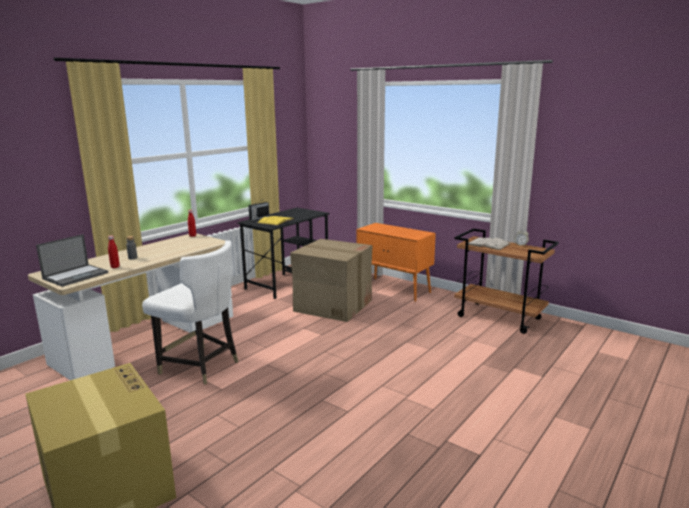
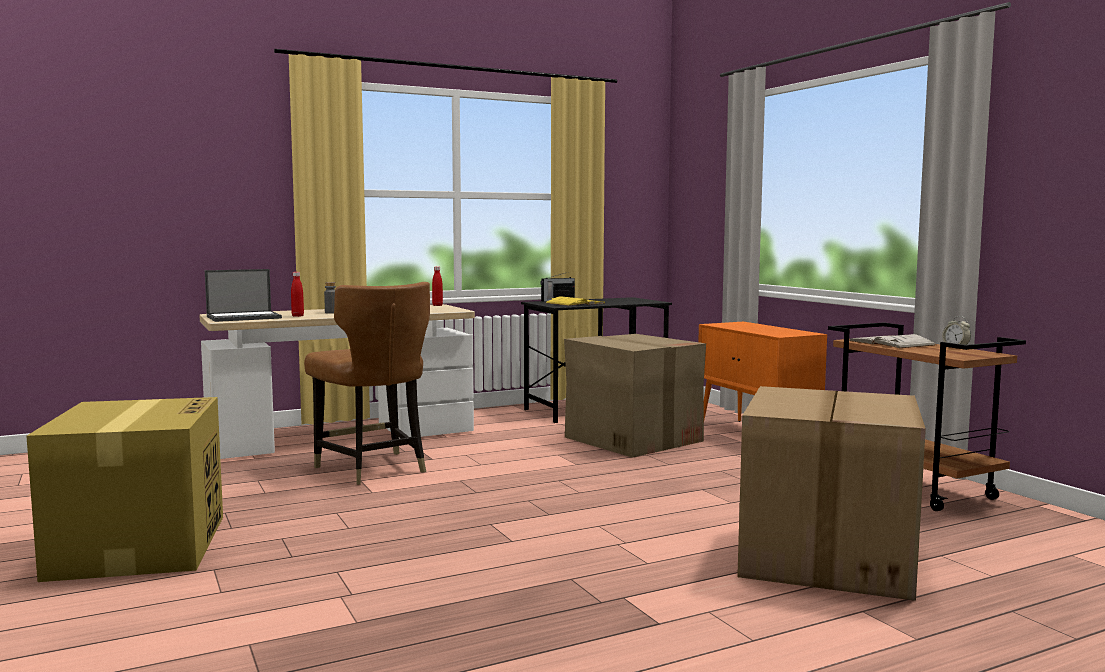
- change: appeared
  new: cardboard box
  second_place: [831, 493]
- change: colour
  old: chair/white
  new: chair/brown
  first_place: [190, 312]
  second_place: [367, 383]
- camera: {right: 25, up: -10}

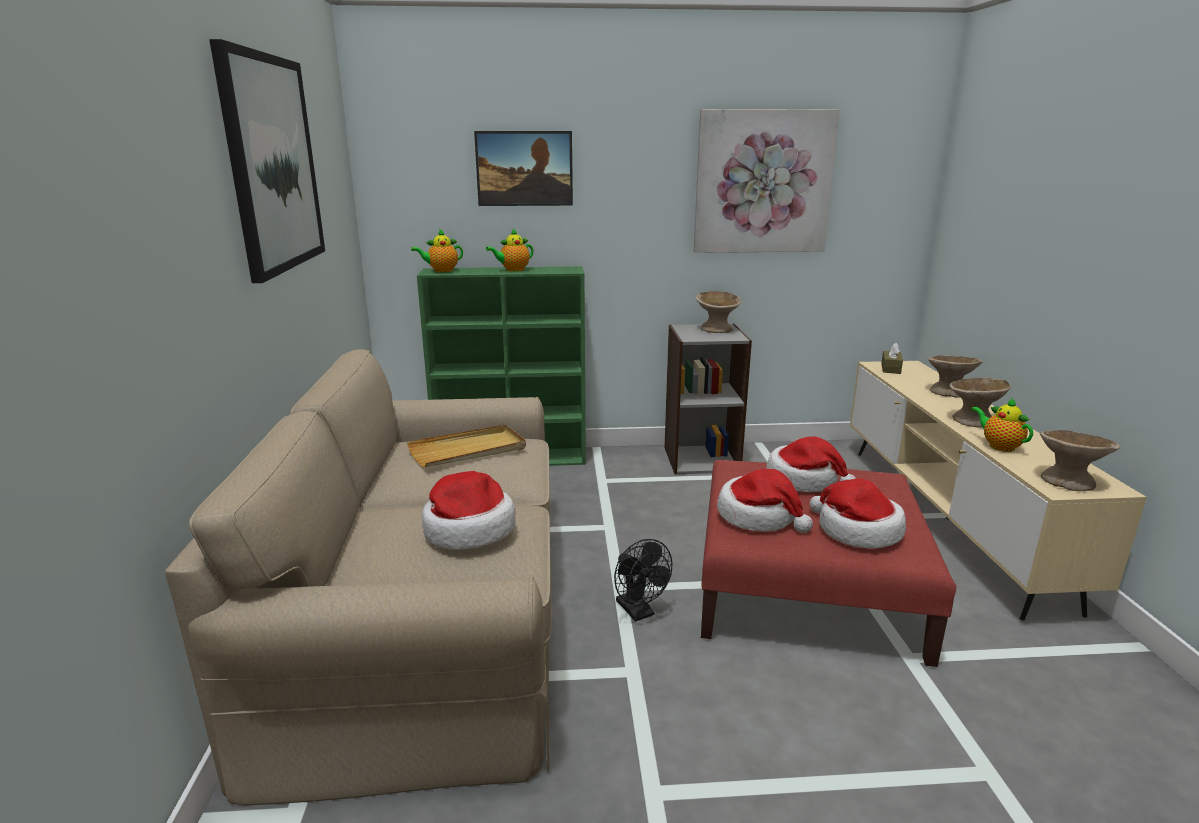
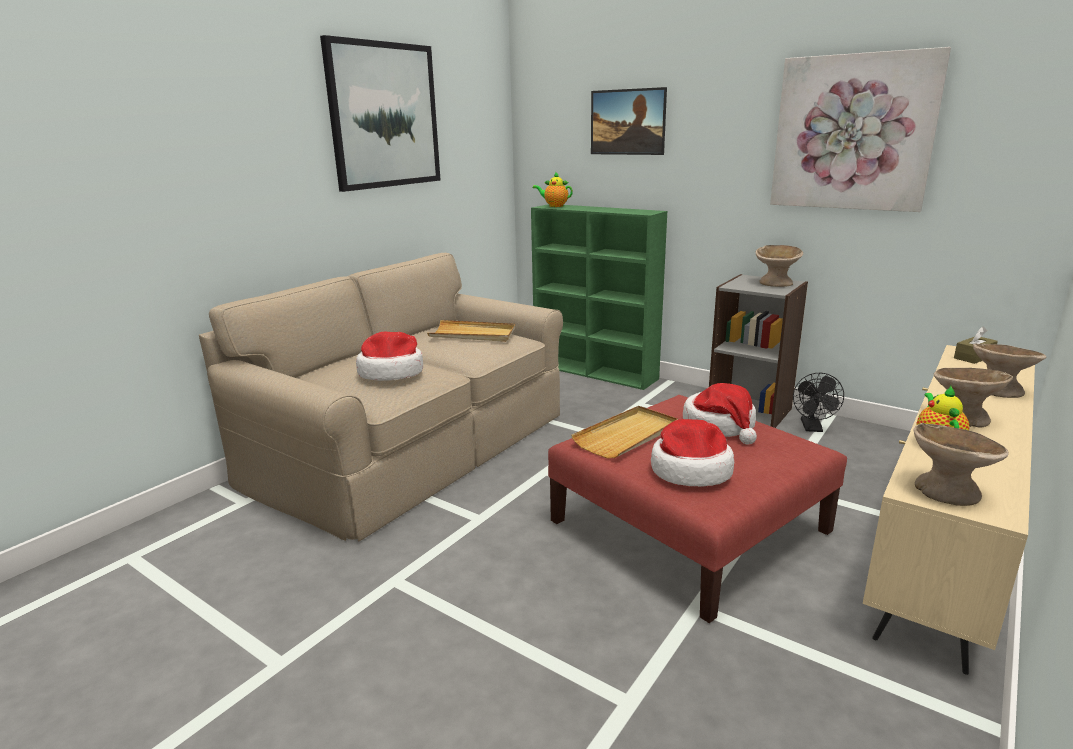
- change: missing
  old: teapot
  first_place: [509, 250]
- change: relocated
  old: fan/black
  first_place: [643, 580]
  second_place: [818, 402]
- change: exchanged
  old: hat
  new: tray/beige
  first_place: [765, 501]
  second_place: [624, 432]
- camera: {right: 40, up: 0}

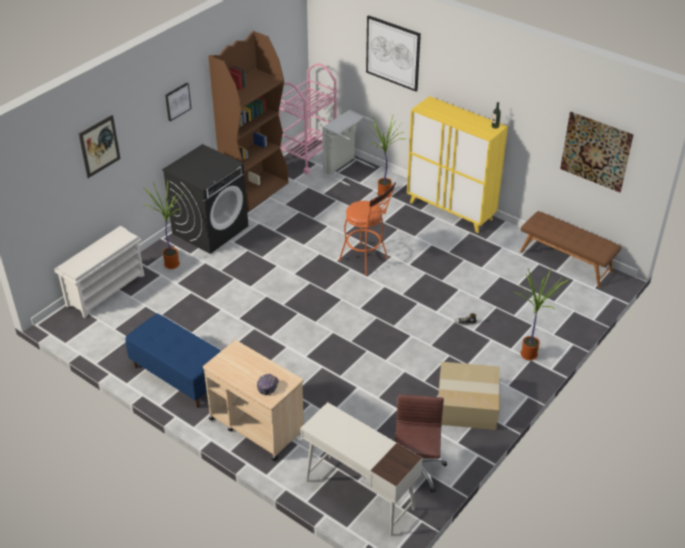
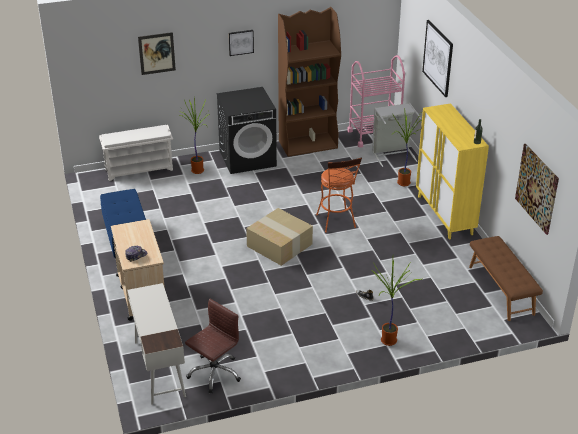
- change: relocated
  old: cardboard box
  first_place: [469, 396]
  second_place: [279, 237]
- camera: {right: 35, up: -5}

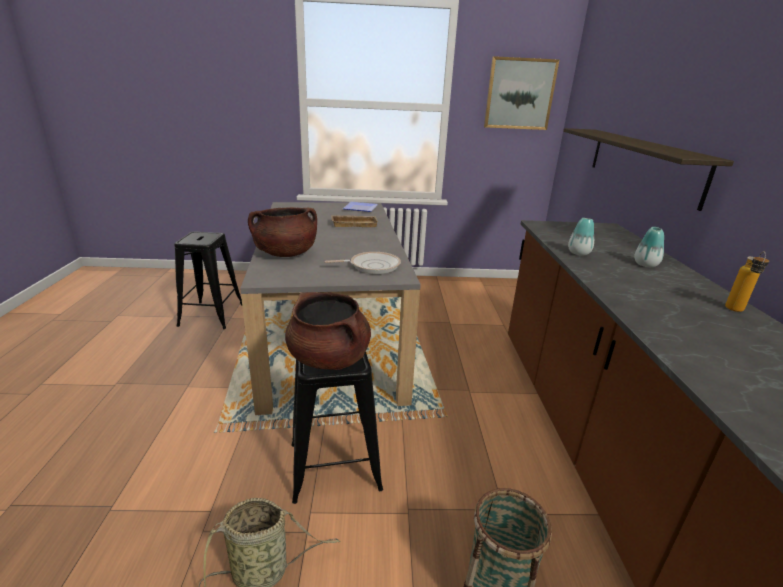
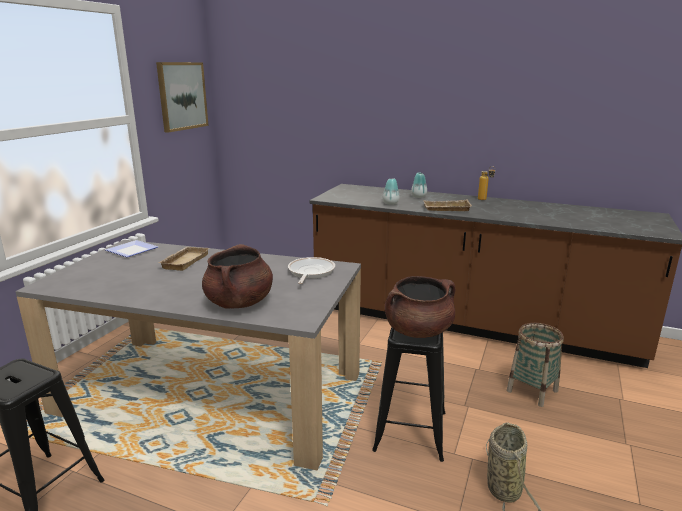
- change: missing
  old: shelf
  first_place: [648, 169]
- change: appeared
  new: tray/beige
  second_place: [447, 205]
- camera: {right: -65, up: -5}

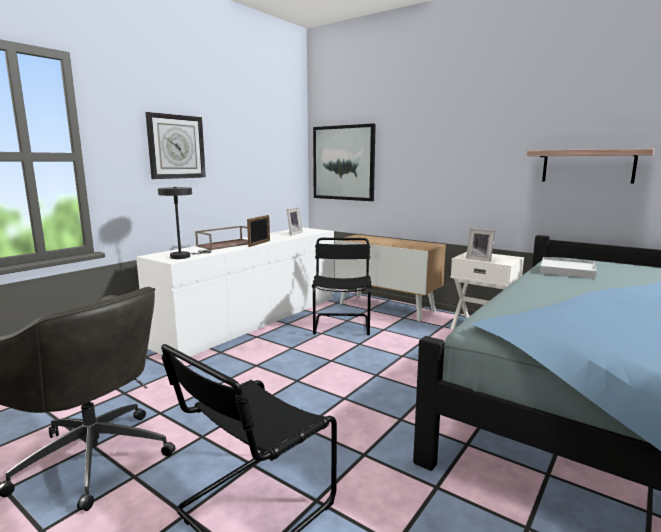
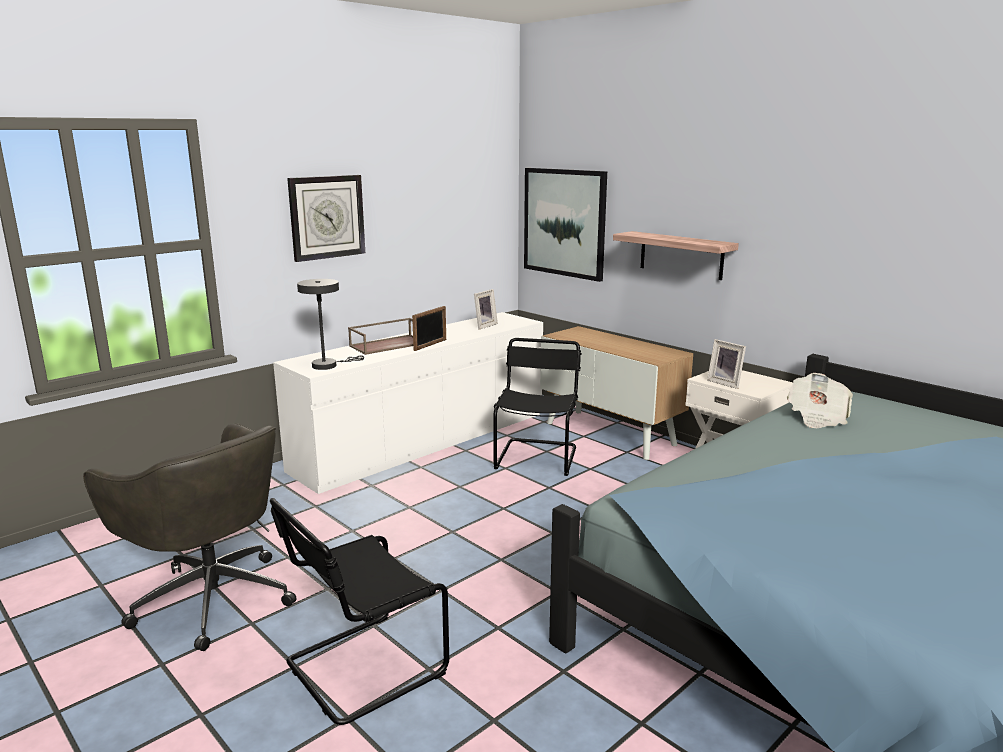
- change: relocated
  old: shelf
  first_place: [590, 166]
  second_place: [676, 255]
- change: exchanged
  old: tray/white
  new: newspaper
  first_place: [568, 268]
  second_place: [820, 400]
- camera: {right: 10, up: 5}

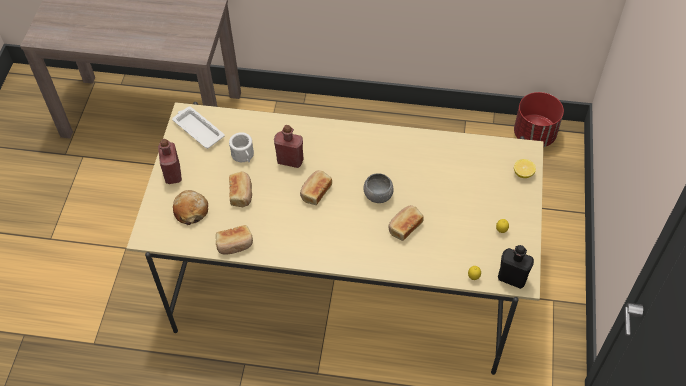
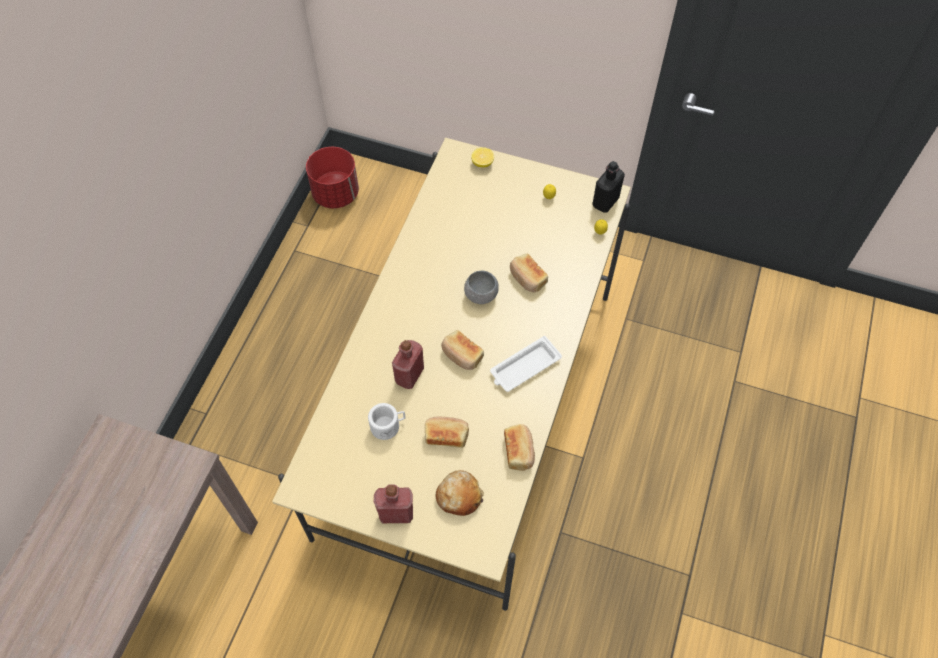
- change: relocated
  old: tray/white
  first_place: [198, 127]
  second_place: [526, 364]
- camera: {right: -80, up: 5}

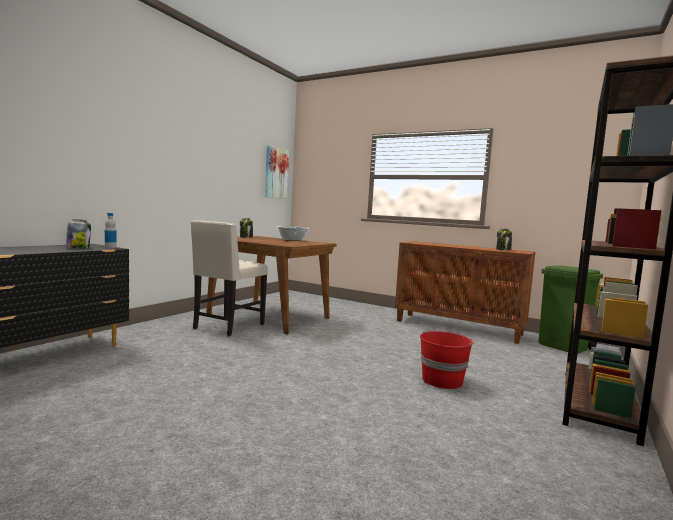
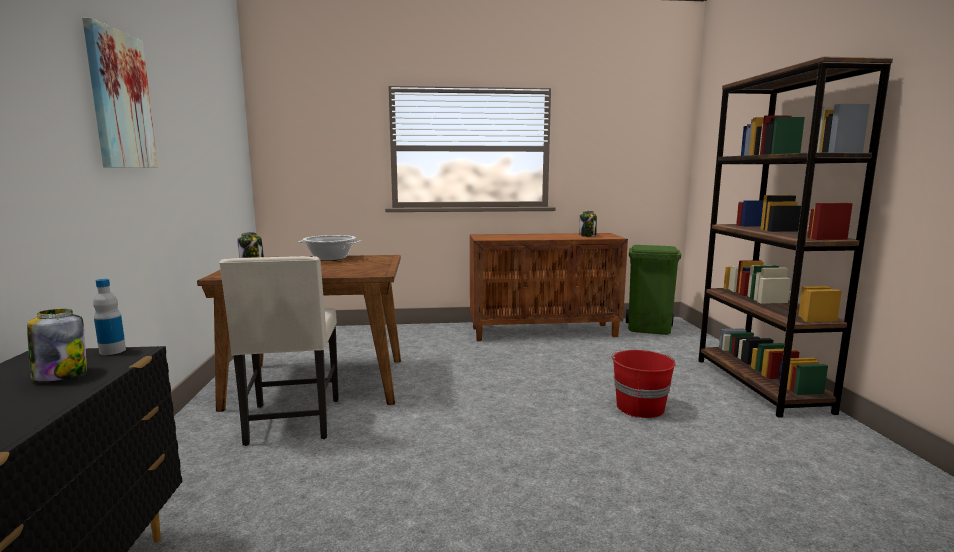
- change: relocated
  old: picture
  first_place: [277, 172]
  second_place: [120, 93]
- camera: {right: -35, up: 5}

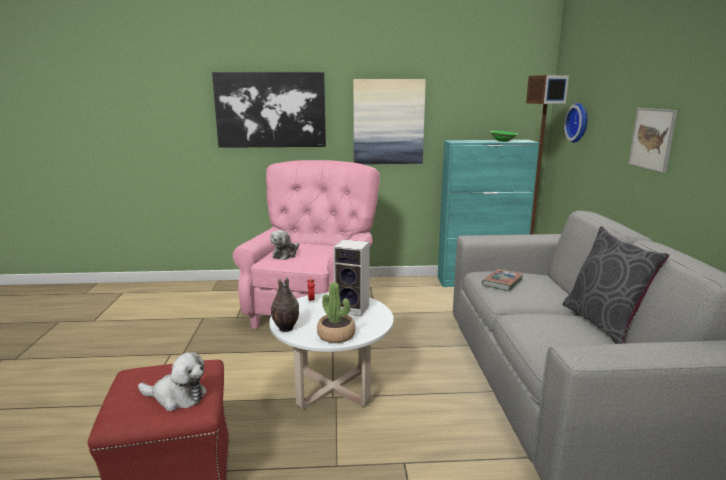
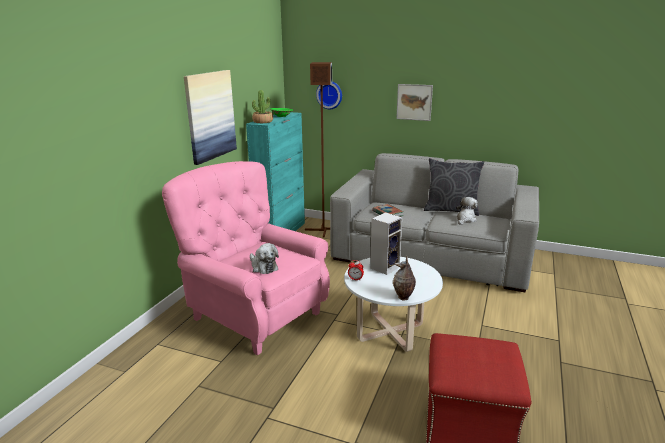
- change: missing
  old: picture
  first_place: [269, 110]
- change: relocated
  old: plush toy
  first_place: [172, 381]
  second_place: [467, 211]
- change: relocated
  old: potted plant
  first_place: [336, 312]
  second_place: [262, 106]
- camera: {right: -65, up: 5}

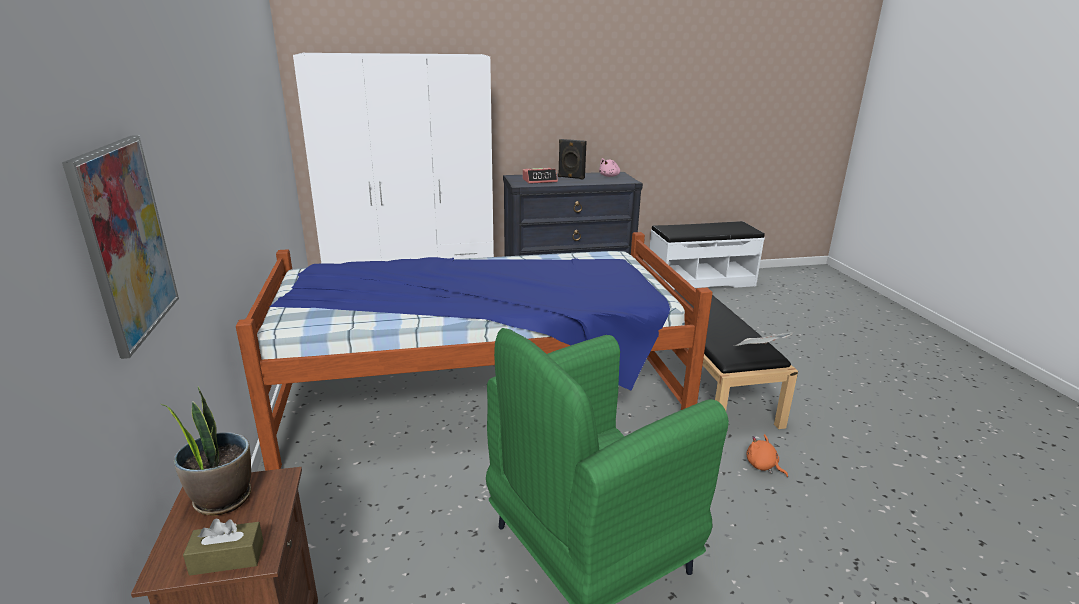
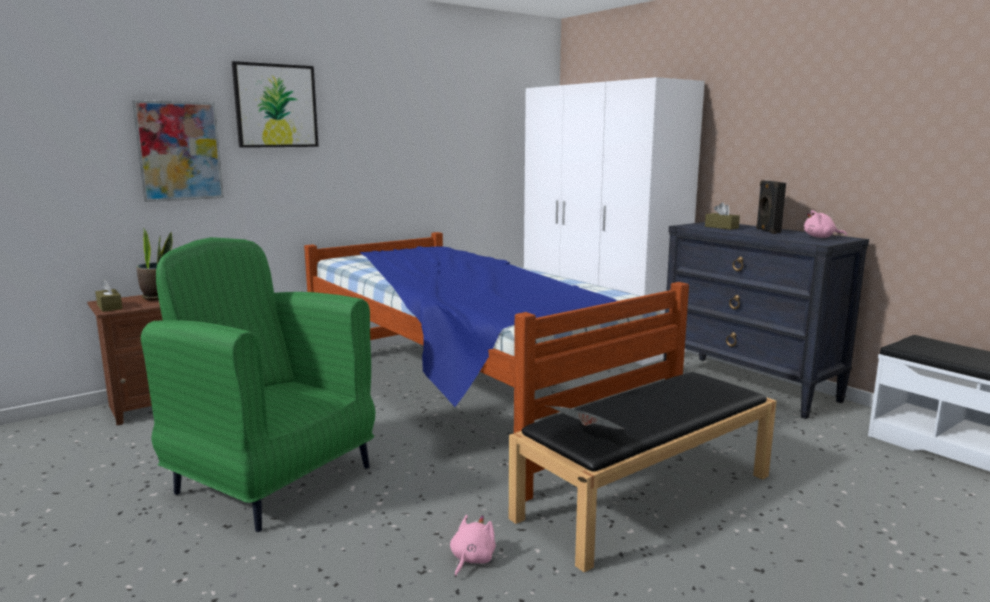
- change: appeared
  new: picture
  second_place: [275, 104]
- change: exchanged
  old: alarm clock
  new: tissue box/brown
  first_place: [540, 176]
  second_place: [722, 216]
- change: colour
  old: plush toy/orange
  new: plush toy/pink
  first_place: [767, 455]
  second_place: [473, 546]
- camera: {right: 65, up: -10}

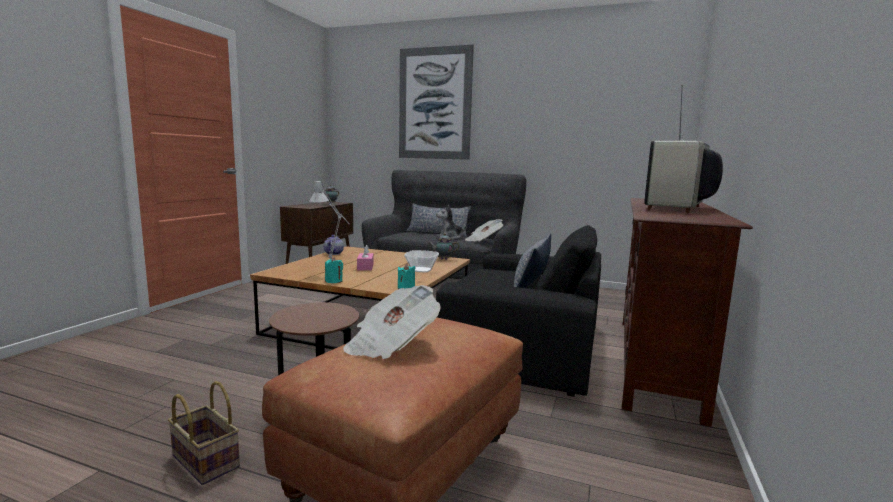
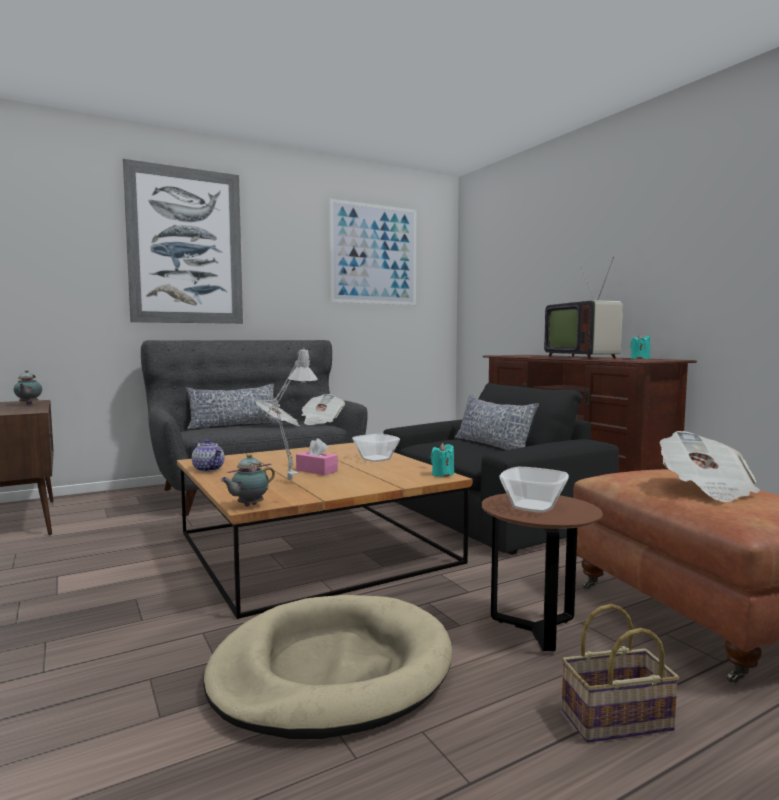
- change: appeared
  new: dog bed/beige
  second_place: [327, 667]
- change: appeared
  new: picture
  second_place: [372, 252]
- change: appeared
  new: bowl
  second_place: [534, 490]
- change: relocated
  old: candle/turquoise
  first_place: [334, 270]
  second_place: [640, 346]
- change: relocated
  old: teapot
  first_place: [444, 246]
  second_place: [247, 480]
- change: exchanged
  old: plush toy
  new: newspaper
  first_place: [451, 221]
  second_place: [276, 412]
- camera: {right: -50, up: -5}

